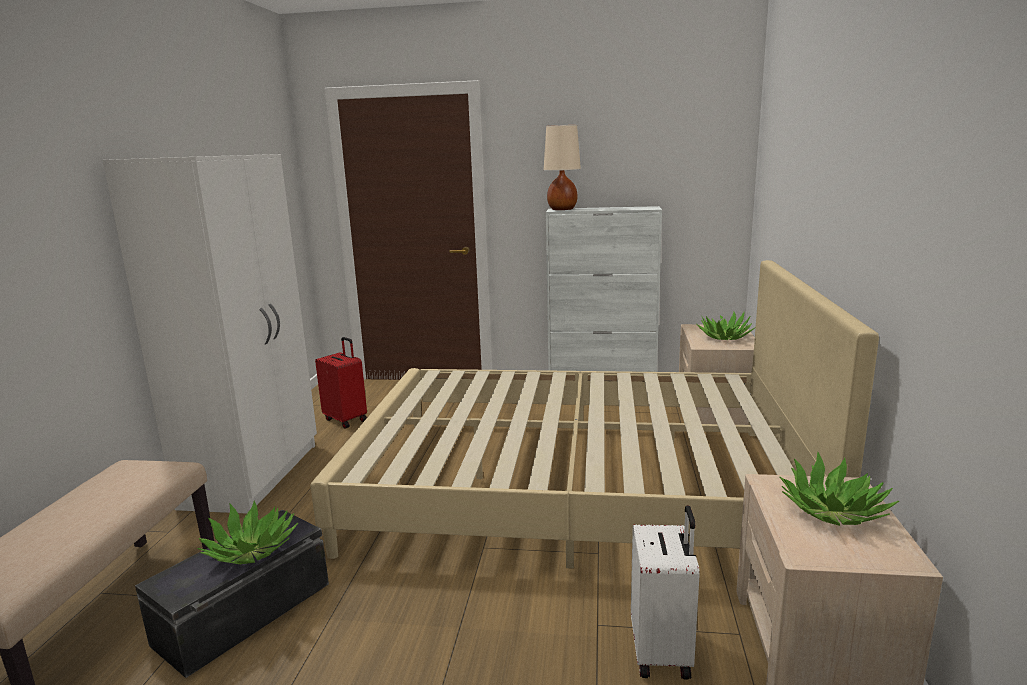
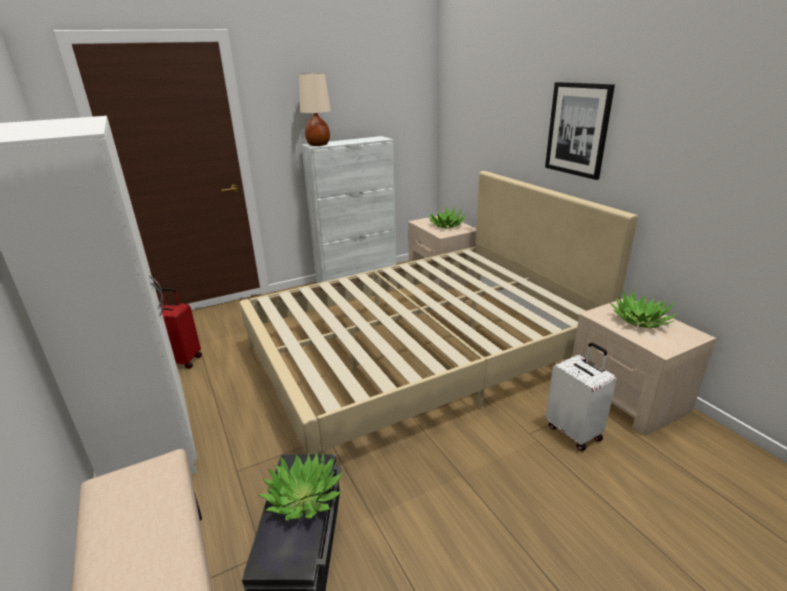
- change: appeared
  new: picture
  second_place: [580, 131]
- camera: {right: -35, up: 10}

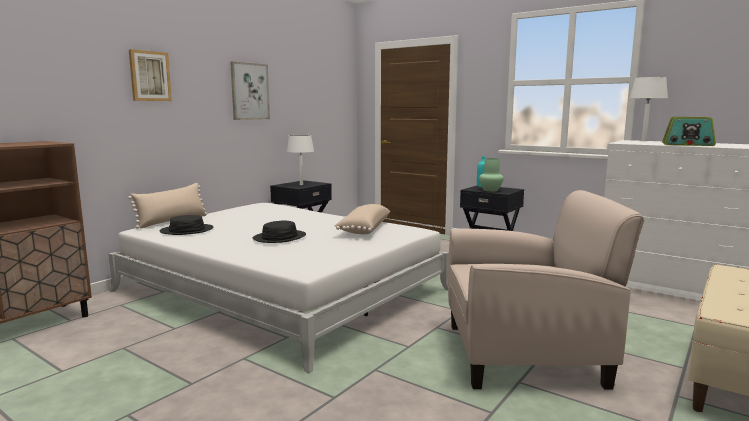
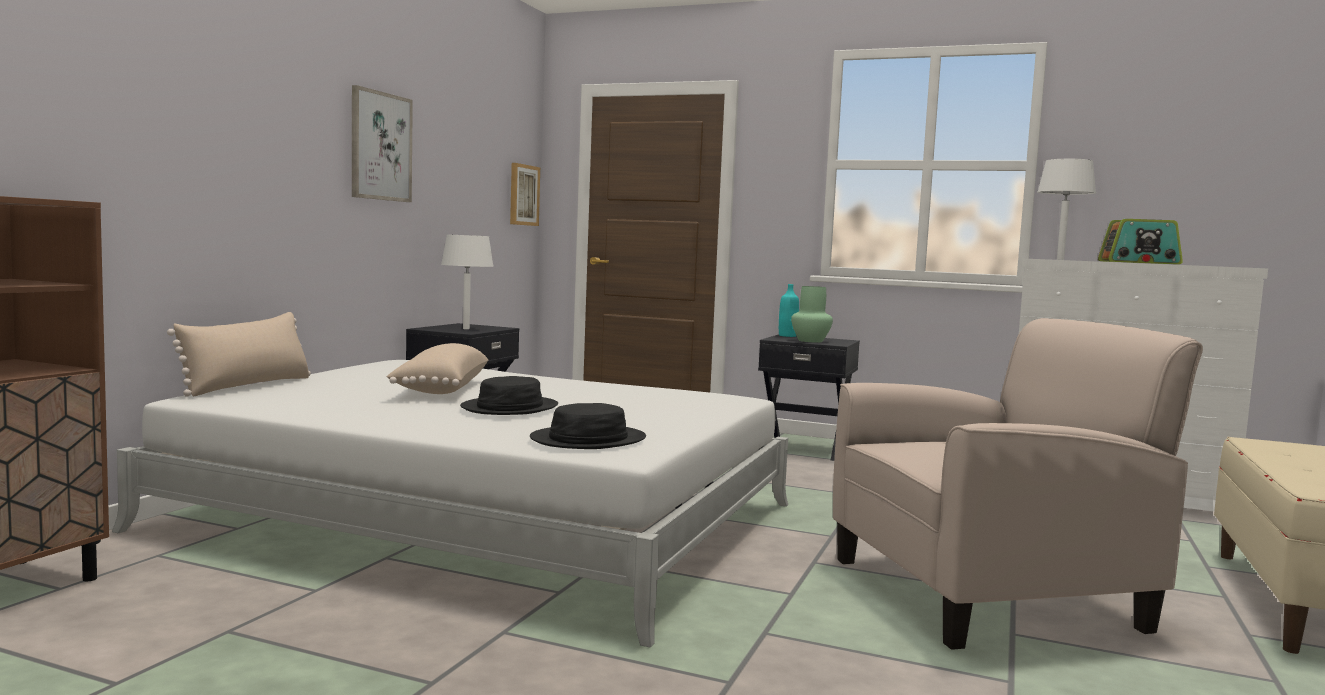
- change: relocated
  old: picture
  first_place: [150, 75]
  second_place: [525, 194]
- change: relocated
  old: hat/black
  first_place: [186, 225]
  second_place: [588, 426]
- change: relocated
  old: pillow/beige
  first_place: [362, 219]
  second_place: [437, 368]
- camera: {right: -15, up: -5}

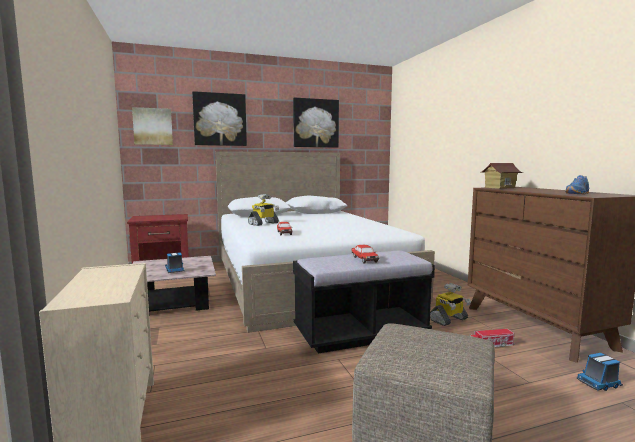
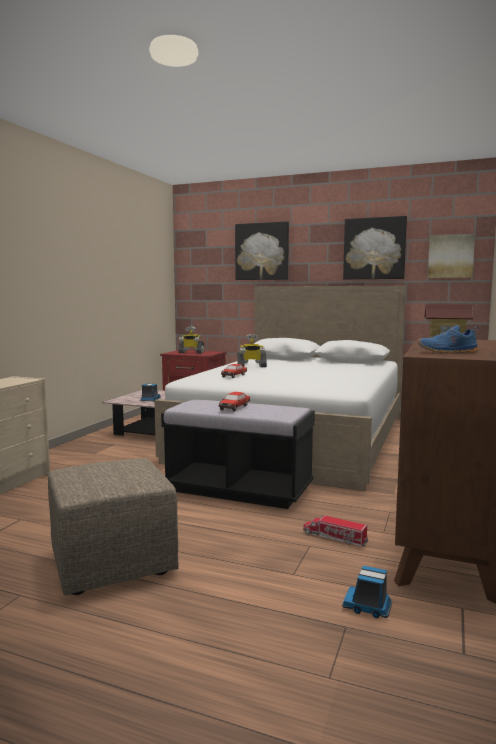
- change: relocated
  old: picture
  first_place: [152, 126]
  second_place: [451, 256]
- change: relocated
  old: toy robot
  first_place: [450, 304]
  second_place: [192, 339]
- camera: {right: 40, up: 0}

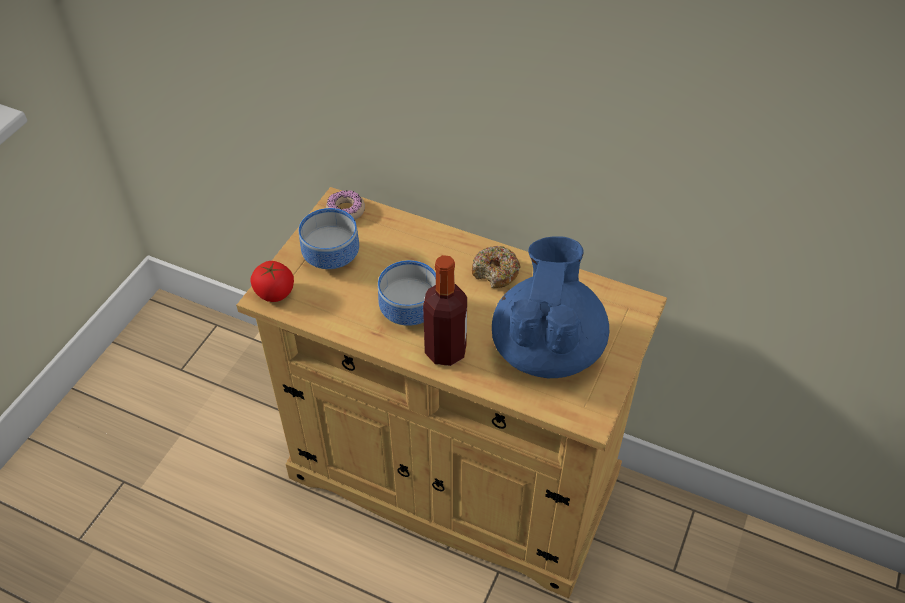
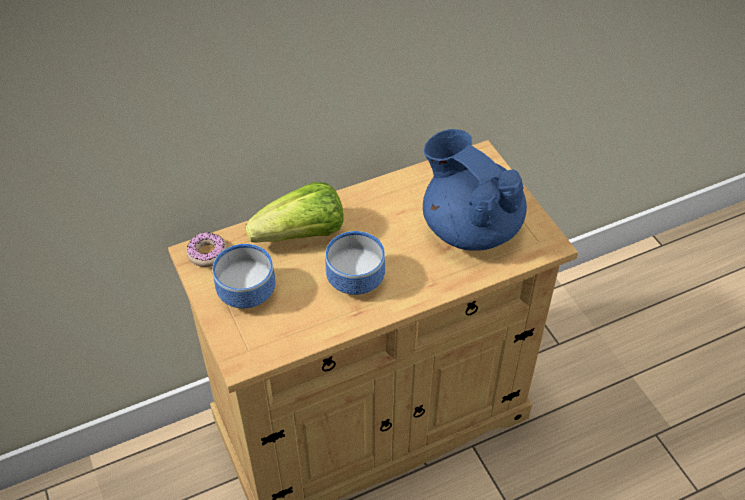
- change: missing
  old: tomato
  first_place: [272, 281]
- change: missing
  old: bottle
  first_place: [445, 310]
- change: missing
  old: donut
  first_place: [496, 267]
- change: appeared
  new: lettuce
  second_place: [294, 212]
- camera: {right: -50, up: 0}

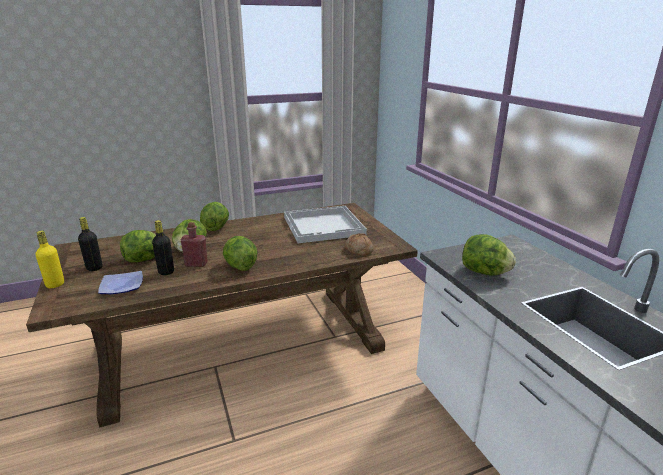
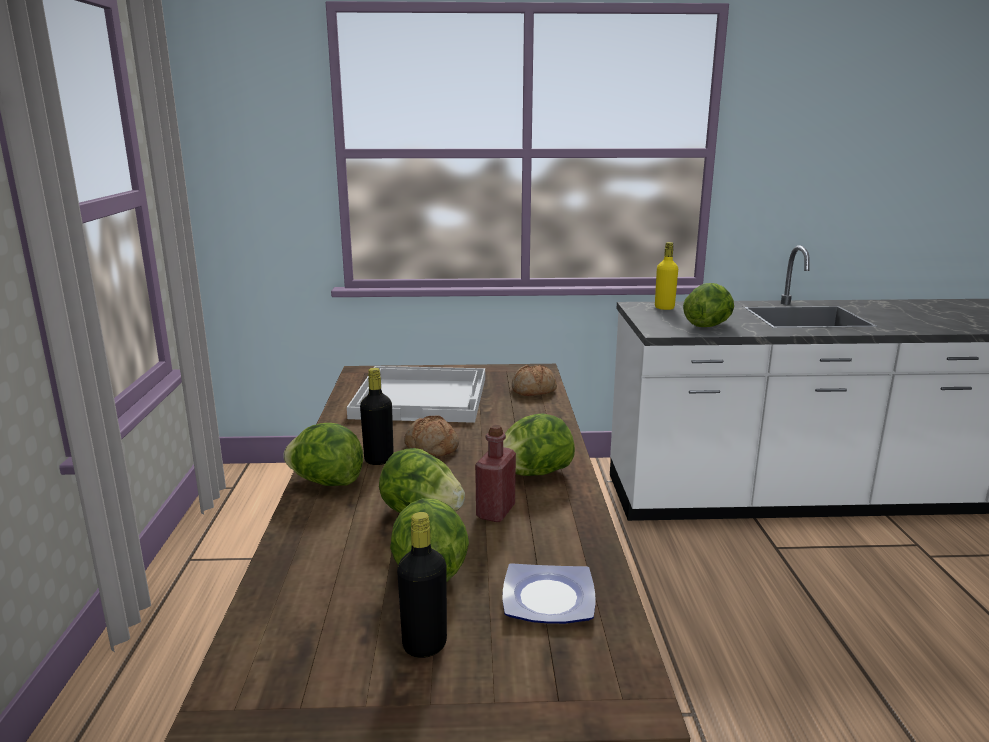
- change: appeared
  new: bread
  second_place: [431, 436]
- change: relocated
  old: bottle/yellow
  first_place: [50, 259]
  second_place: [666, 276]
- change: relocated
  old: bottle/black
  first_place: [163, 247]
  second_place: [377, 416]
- camera: {right: -70, up: -5}

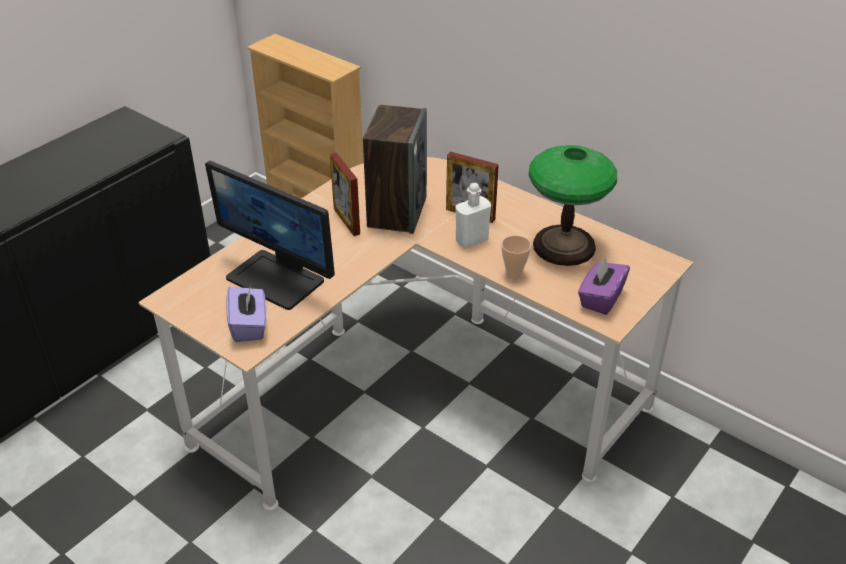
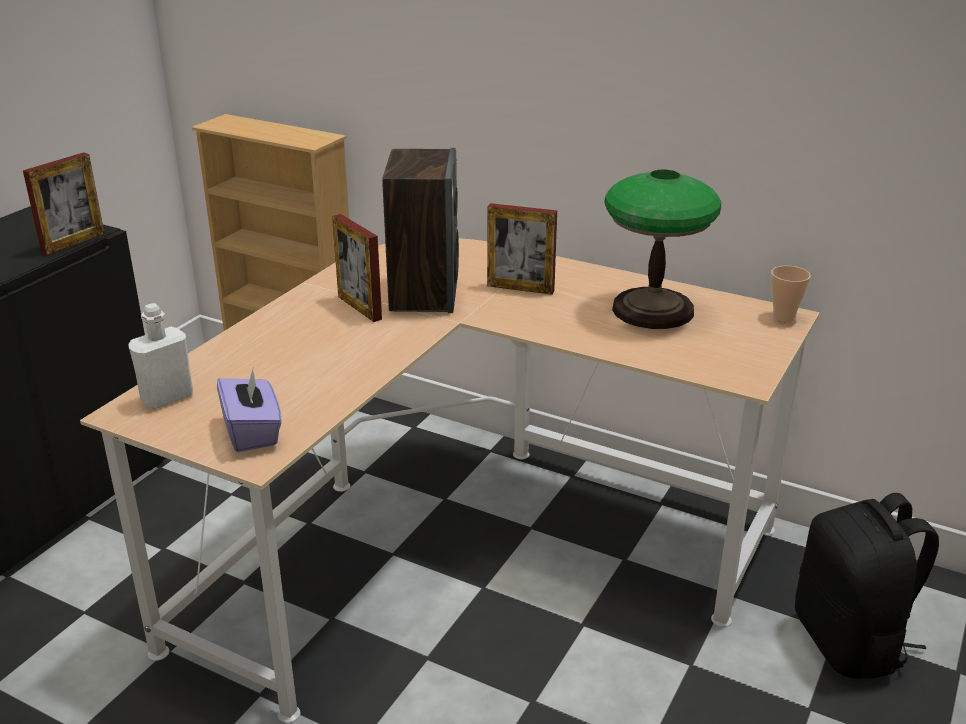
- change: missing
  old: monitor
  first_place: [270, 235]
- change: missing
  old: tissue box/purple
  first_place: [604, 286]
- change: appeared
  new: picture frame
  second_place: [63, 203]
- change: appeared
  new: backpack/black
  second_place: [867, 586]
- change: relocated
  old: bottle/white
  first_place: [473, 215]
  second_place: [160, 356]
- change: relocated
  old: cup
  first_place: [516, 257]
  second_place: [791, 294]
- camera: {right: -10, up: -10}

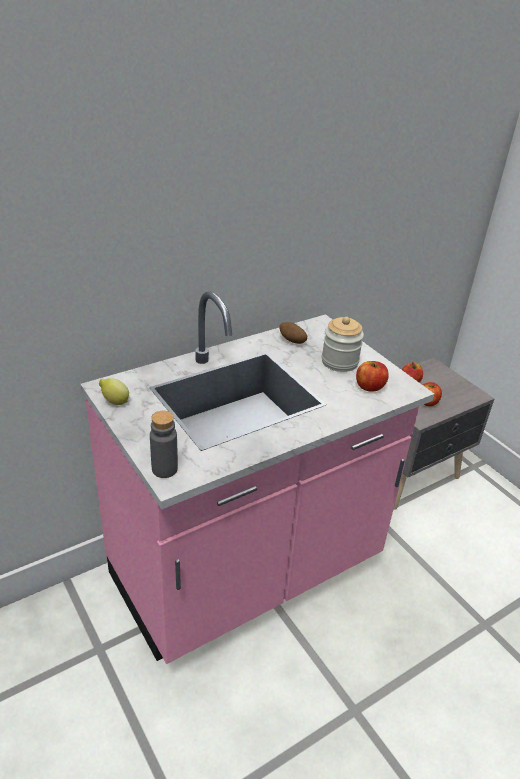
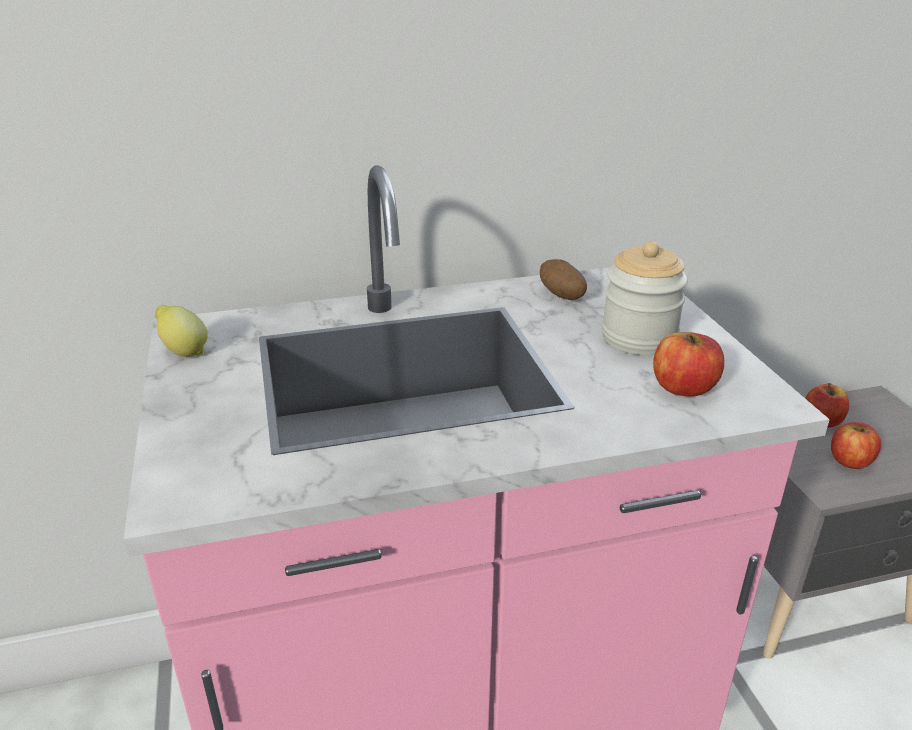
- change: missing
  old: bottle/grey
  first_place: [164, 444]
- camera: {right: 20, up: -5}

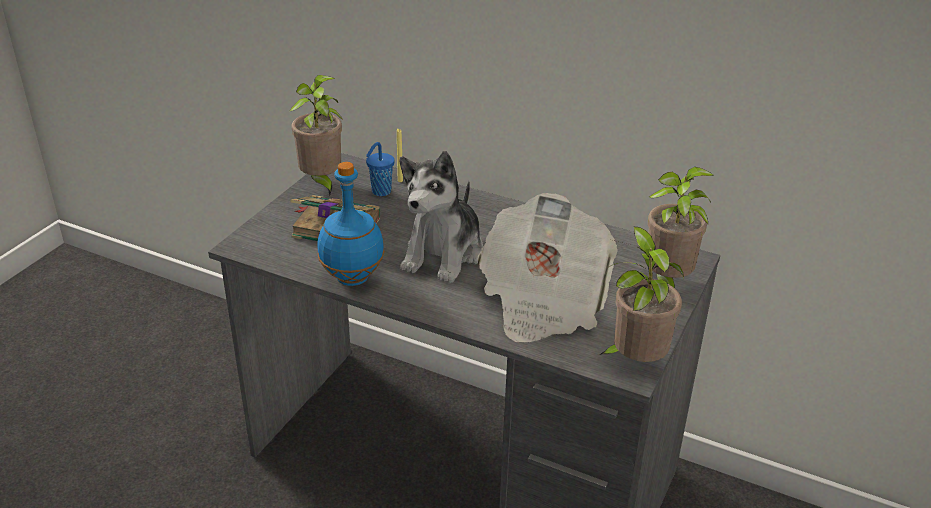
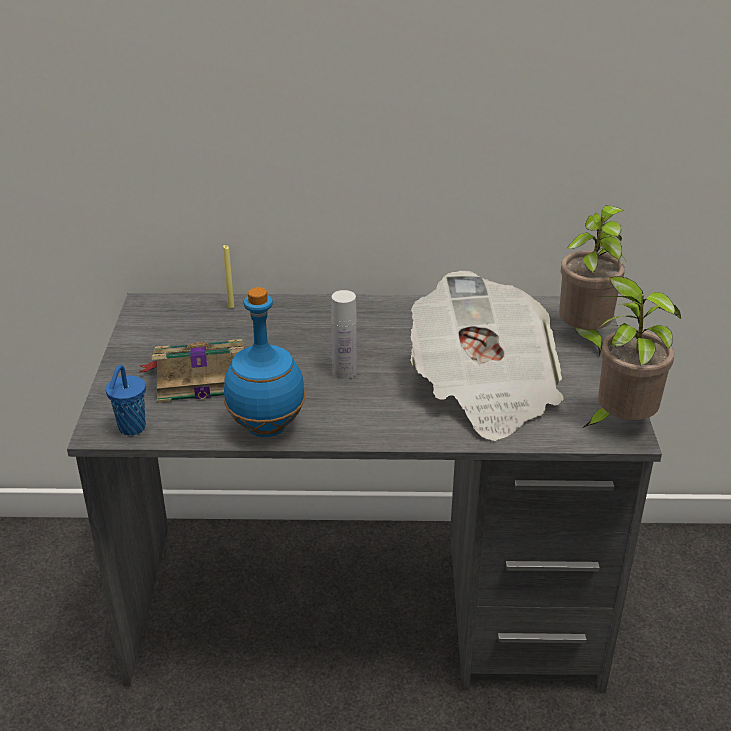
- change: missing
  old: potted plant
  first_place: [316, 135]
- change: relocated
  old: cup/blue
  first_place: [380, 169]
  second_place: [126, 400]
- change: exchanged
  old: plush toy
  new: bottle/white
  first_place: [441, 217]
  second_place: [344, 334]
- camera: {right: -25, up: 0}

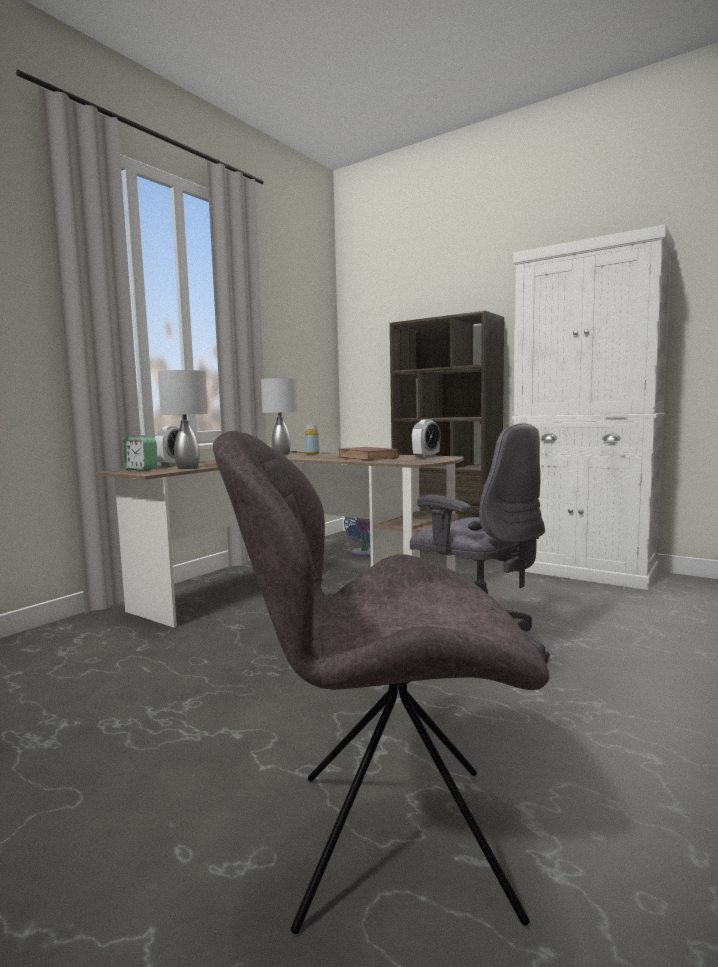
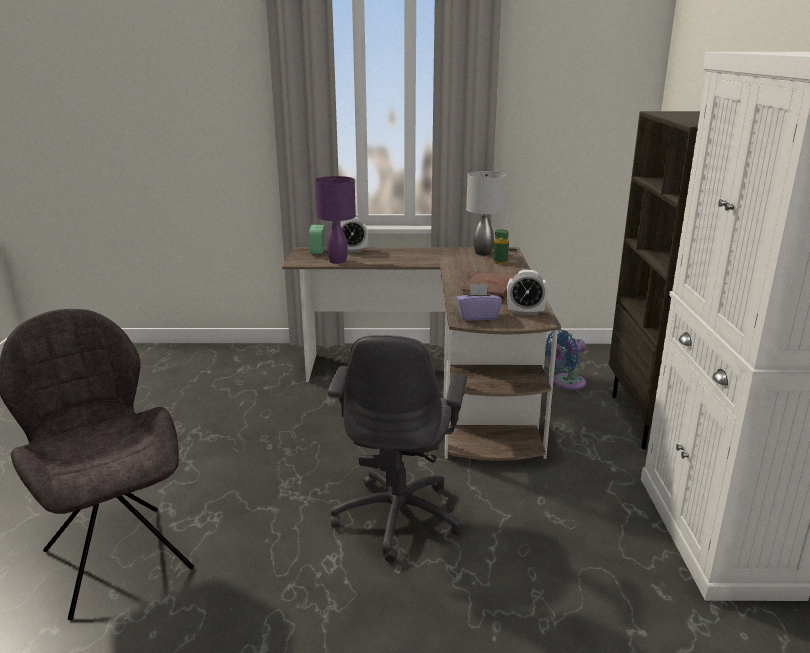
- change: appeared
  new: tissue box/purple
  second_place: [479, 302]
- change: colour
  old: table lamp/grey
  new: table lamp/purple
  first_place: [183, 419]
  second_place: [335, 220]
- change: colour
  old: bottle/yellow
  new: bottle/green
  first_place: [312, 439]
  second_place: [501, 247]
- camera: {right: 55, up: 15}

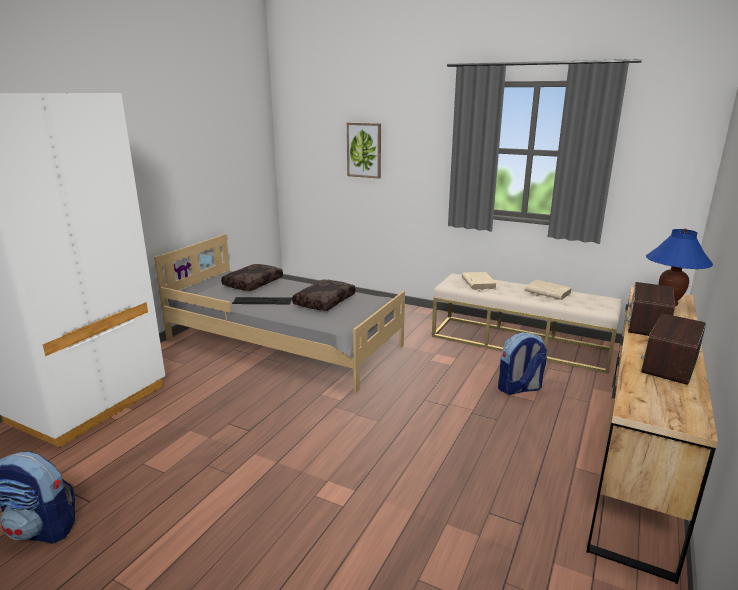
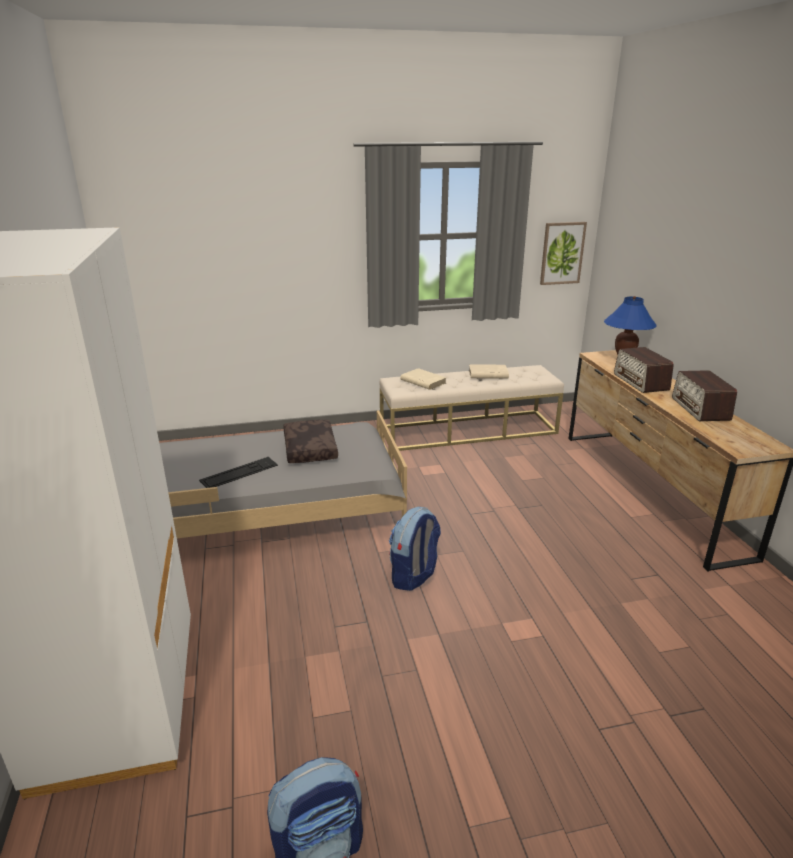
- change: missing
  old: pillow/brown
  first_place: [252, 277]
- change: relocated
  old: picture
  first_place: [364, 151]
  second_place: [563, 253]
- change: relocated
  old: backpack
  first_place: [522, 363]
  second_place: [415, 549]
- camera: {right: -40, up: 5}

